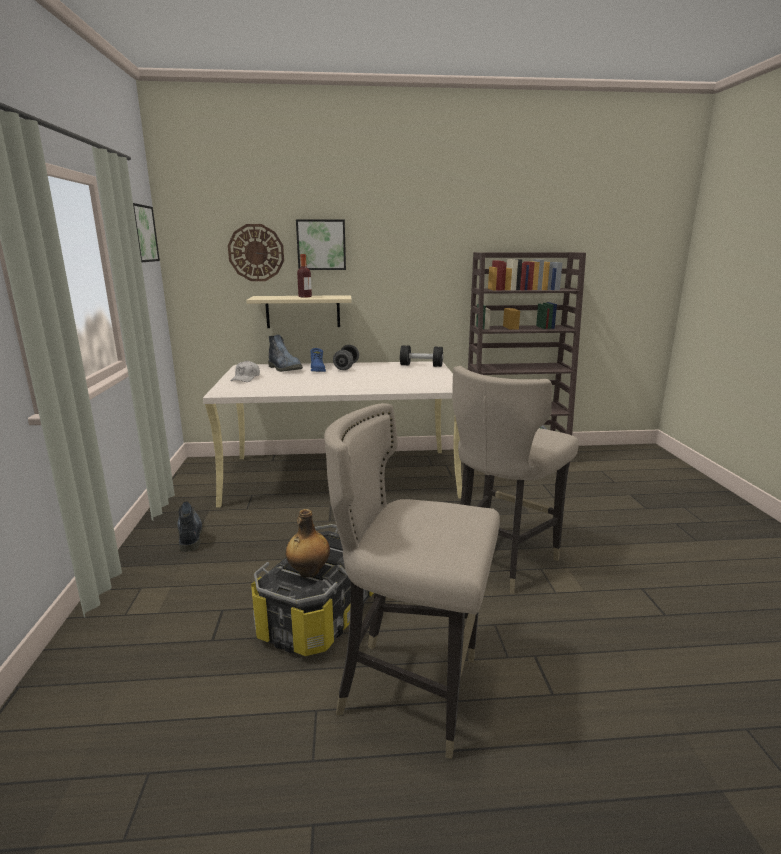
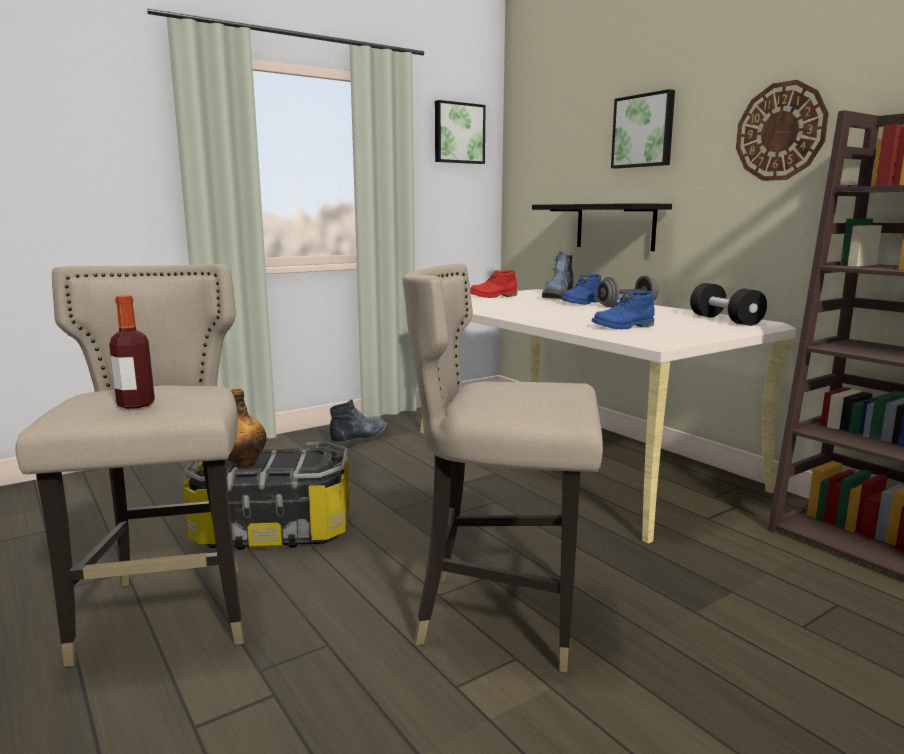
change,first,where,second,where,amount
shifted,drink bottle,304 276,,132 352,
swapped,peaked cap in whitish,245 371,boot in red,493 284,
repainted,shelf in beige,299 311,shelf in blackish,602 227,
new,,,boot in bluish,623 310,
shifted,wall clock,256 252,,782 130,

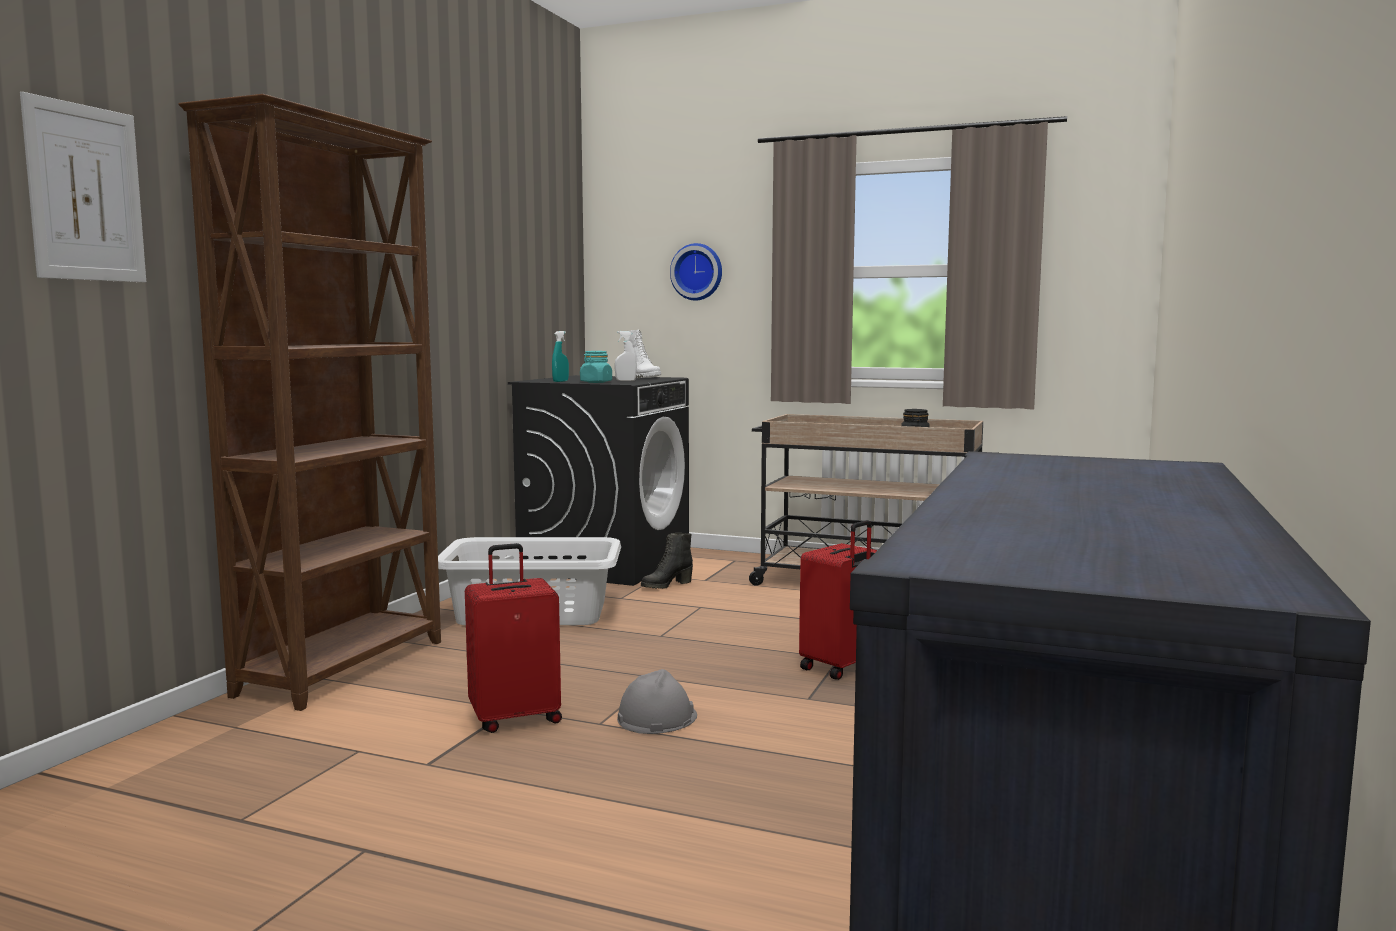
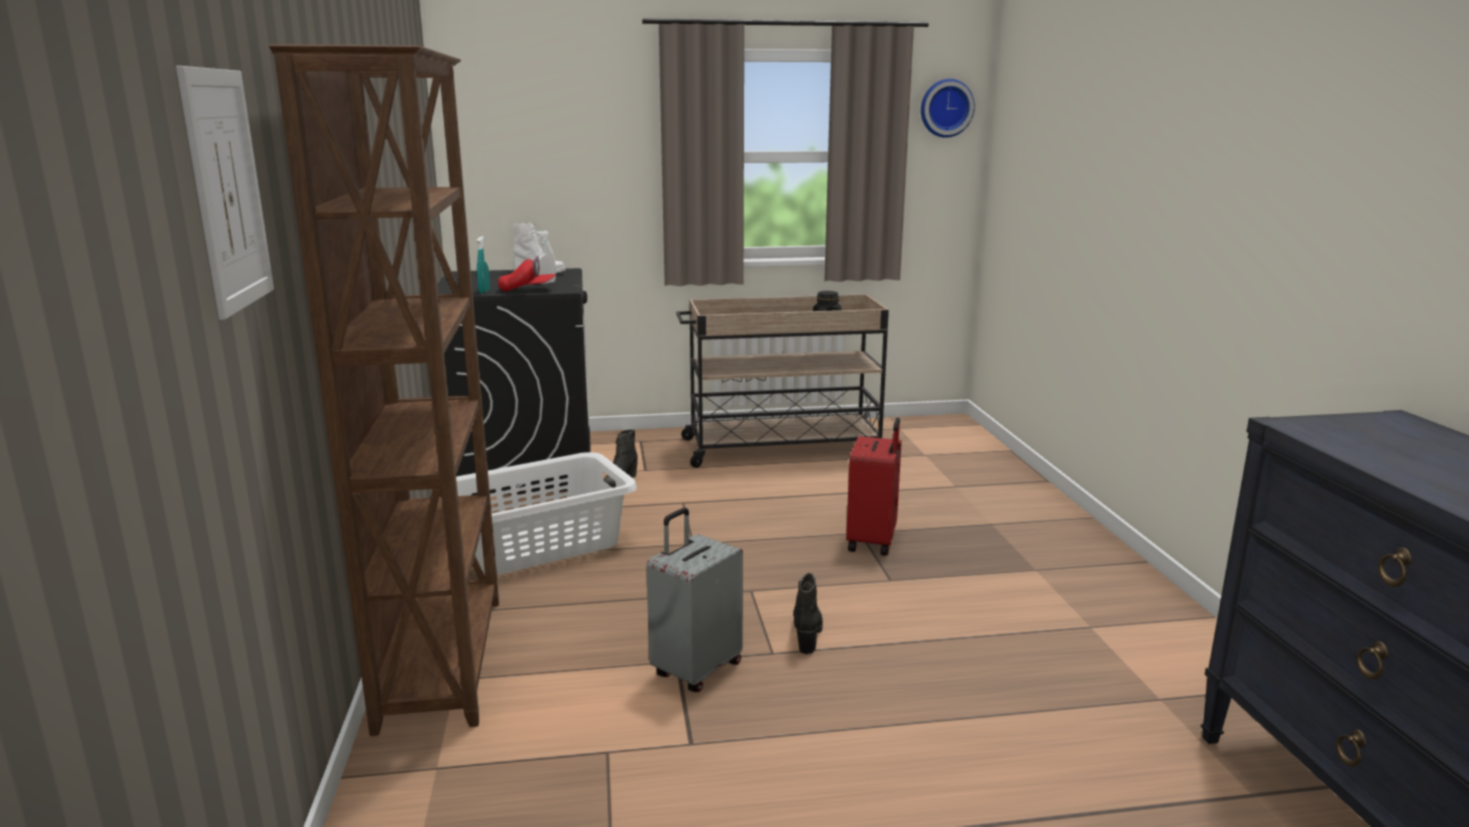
change,first,where,second,where,amount
swapped,jar in turquoise,596 367,peaked cap in red,527 274,
repainted,piece of luggage in red,513 638,piece of luggage in grey,694 600,
swapped,safety helmet in grey,657 701,boot in blackish,808 613,
shifted,wall clock,696 272,,948 108,

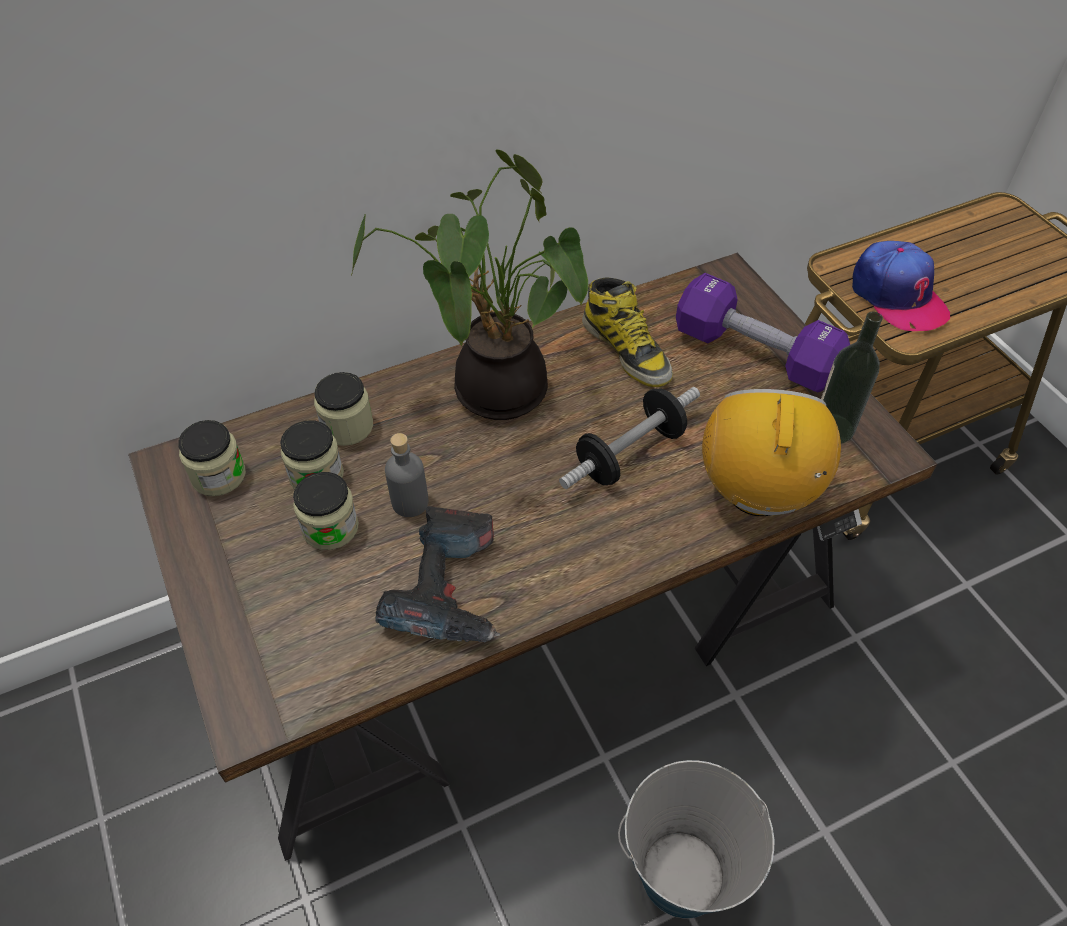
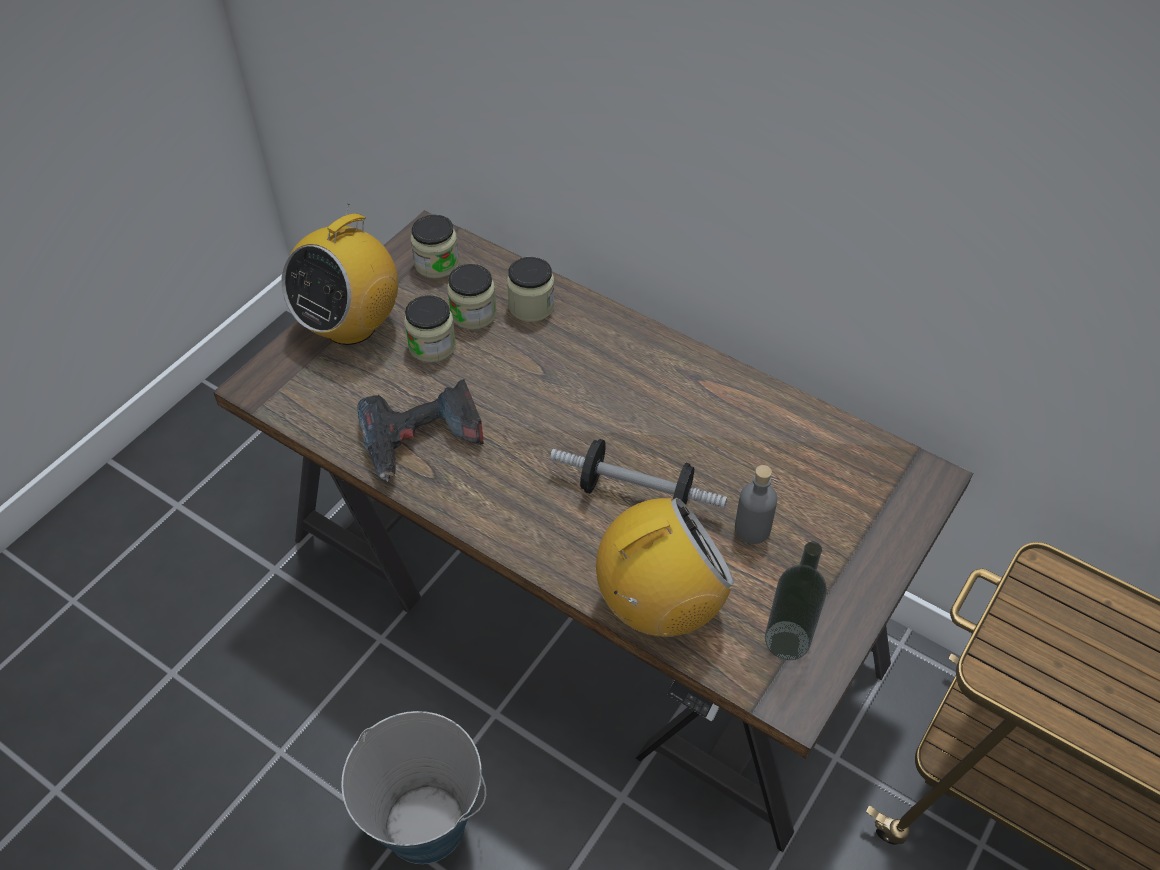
change,first,where,second,where,amount
new,,,radio receiver,339 274,
shifted,drink bottle in grey,407 475,,756 504,
gone,houseplant,469 284,,,
gone,boot,627 332,,,
gone,free weight in purple,763 332,,,
gone,peaked cap,901 286,,,

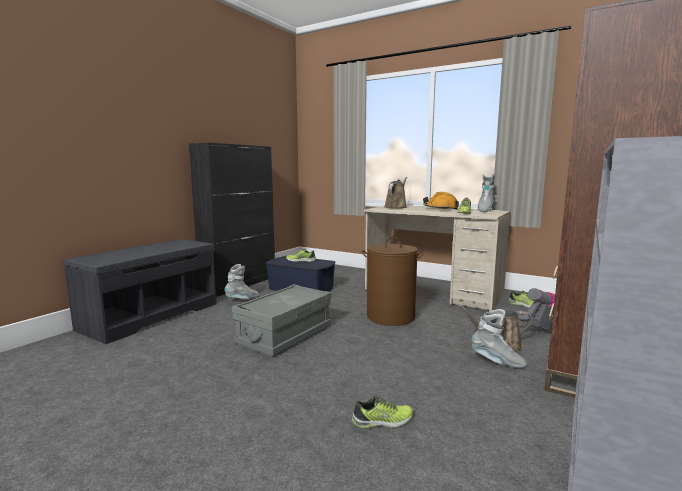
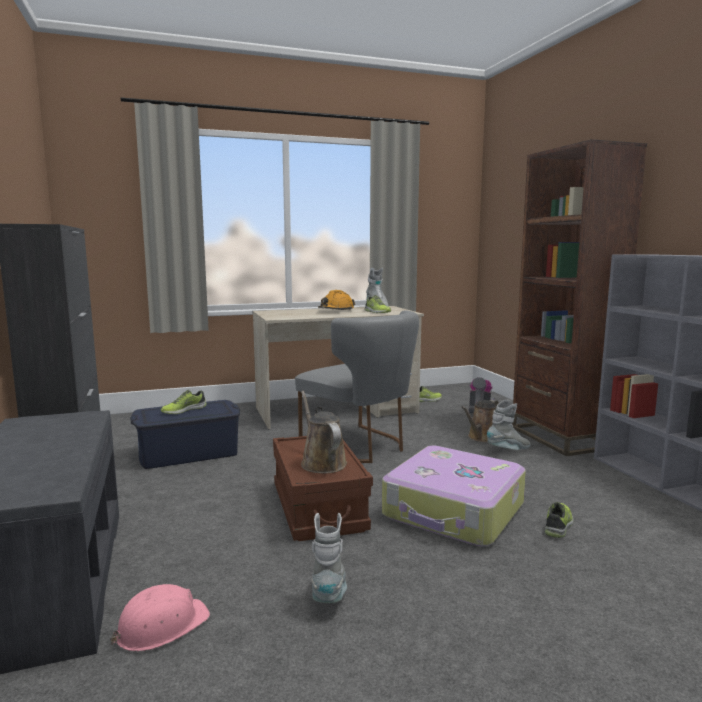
change,first,where,second,where,amount
new,,,safety helmet in pinkish,159 617,
repainted,storage box in grey,282 320,storage box in brownish,323 488,
swapped,washing basket in brownish,392 281,chair in grey,357 386,
shifted,watering can in brownish,395 192,,324 432,
shifted,boot in grey,241 281,,329 558,
new,,,piece of luggage,454 496,

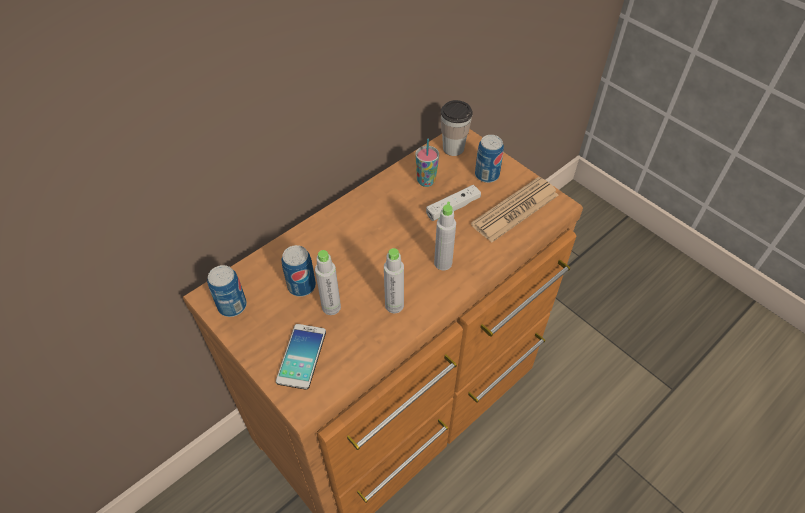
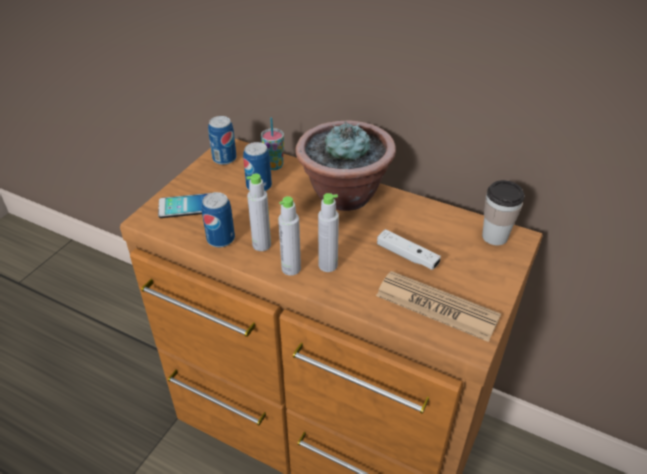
change,first,where,second,where,amount
shifted,sealed can,489 159,,218 219,
shifted,small cup,427 162,,272 143,
shifted,drink bottle in grey,328 282,,289 236,
new,,,houseplant,346 165,

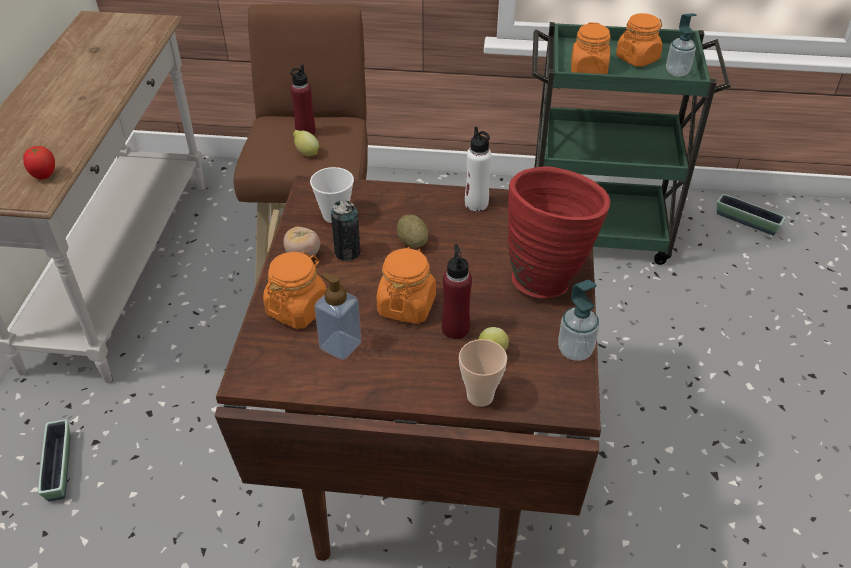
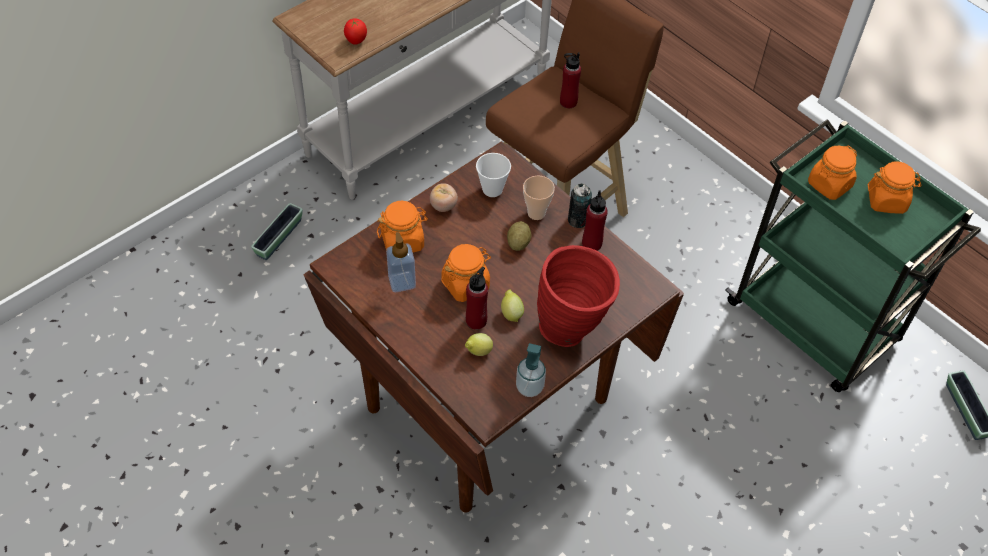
change,first,where,second,where,amount
shifted,whole lemon,306 143,,512 305,
shifted,small cup,483 373,,539 198,
shifted,sealed can,346 231,,580 206,
repainted,drink bottle in whitish,478 168,drink bottle in red,595 220,
gone,liquid soap bottle,681 44,,,

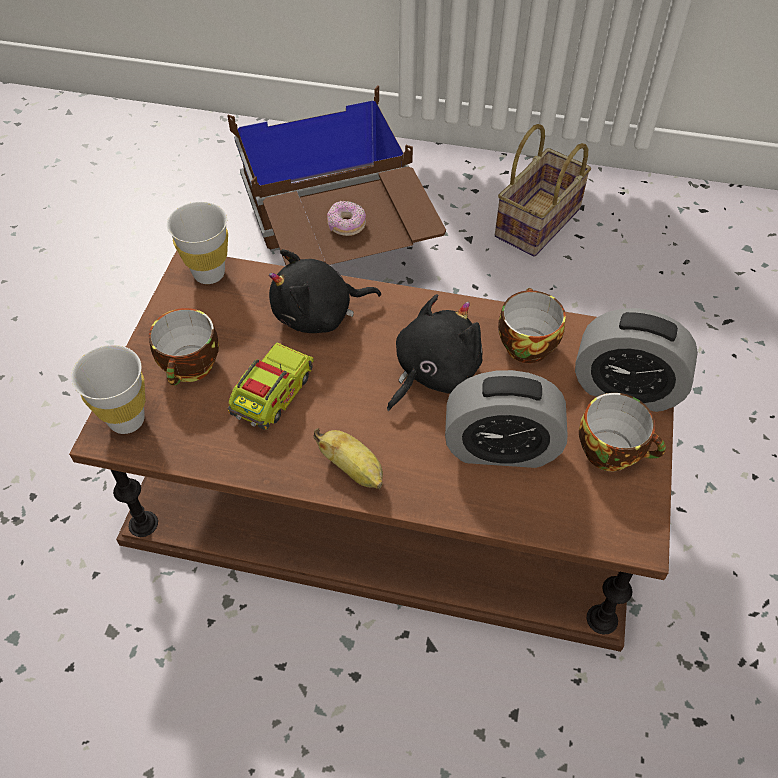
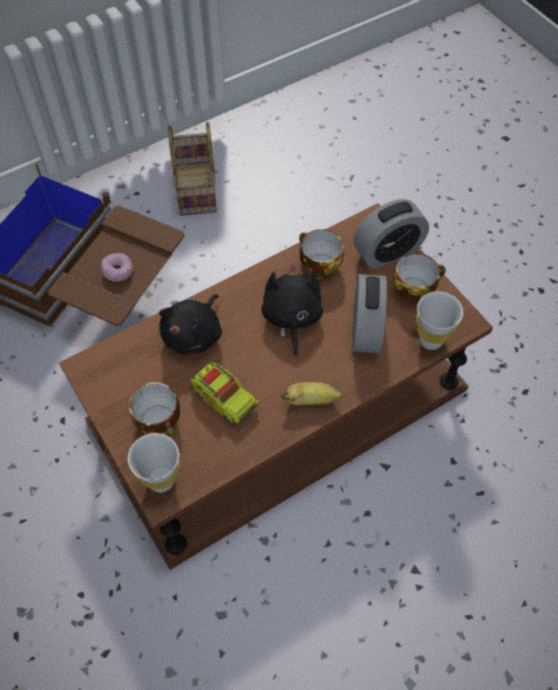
change,first,where,second,where,amount
rotated,toy lorry,271 386,,224 394,150 degrees clockwise
rotated,alarm clock,506 419,,369 313,45 degrees counterclockwise
shifted,small cup in whitish,197 243,,439 320,

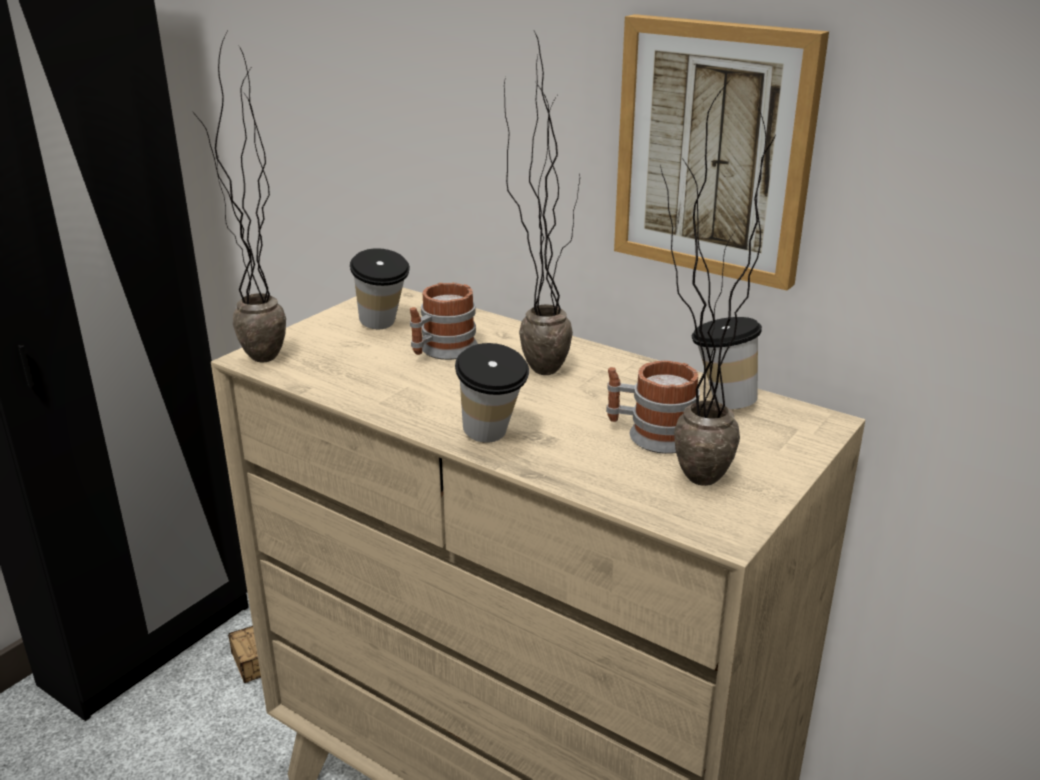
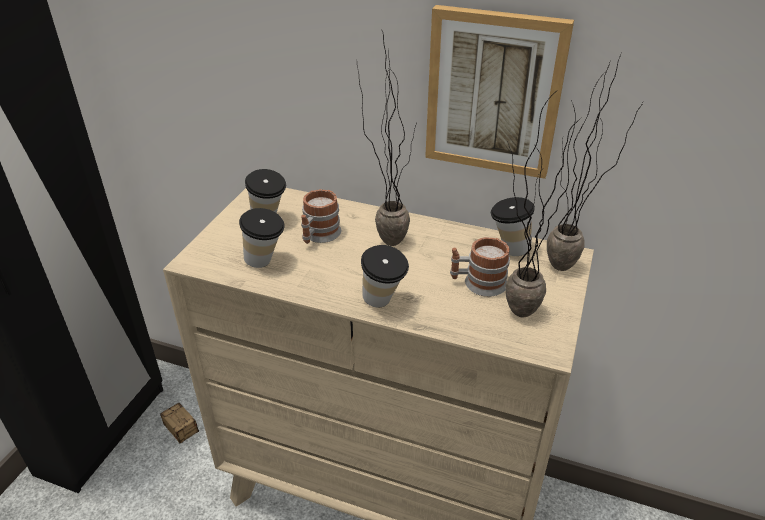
change,first,where,second,where,amount
new,,,small cup,262 238,
shifted,houseplant,239 197,,595 163,

